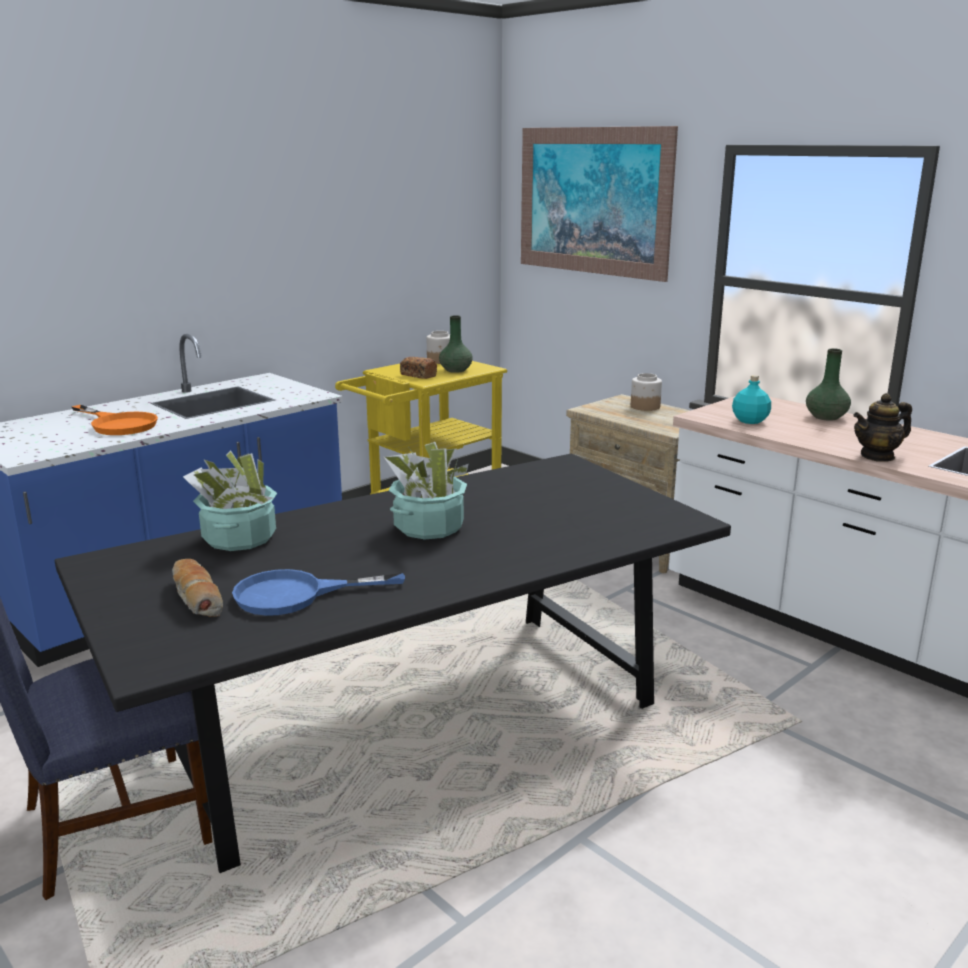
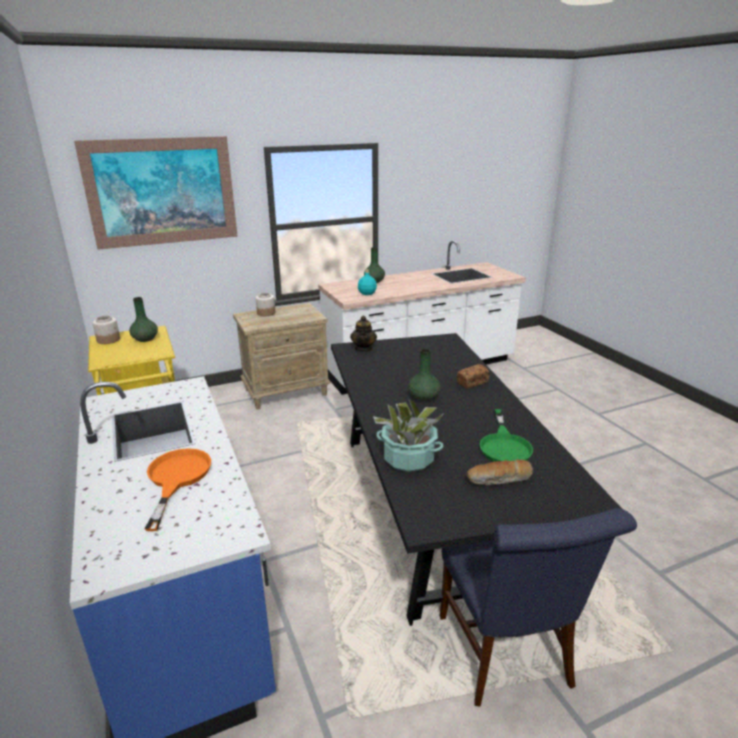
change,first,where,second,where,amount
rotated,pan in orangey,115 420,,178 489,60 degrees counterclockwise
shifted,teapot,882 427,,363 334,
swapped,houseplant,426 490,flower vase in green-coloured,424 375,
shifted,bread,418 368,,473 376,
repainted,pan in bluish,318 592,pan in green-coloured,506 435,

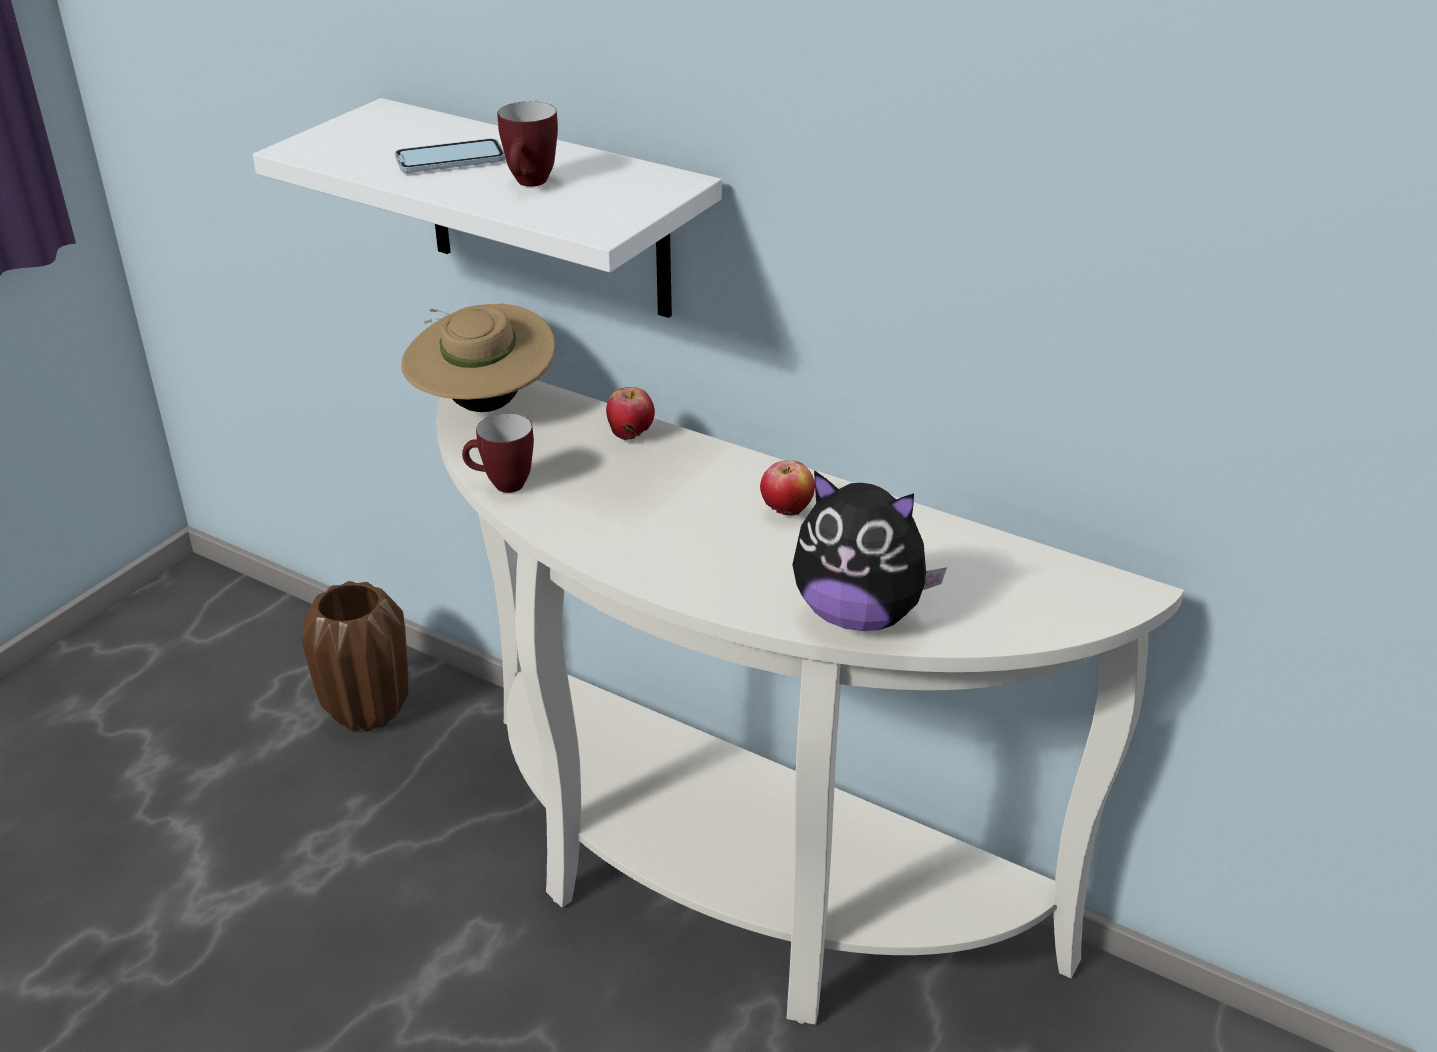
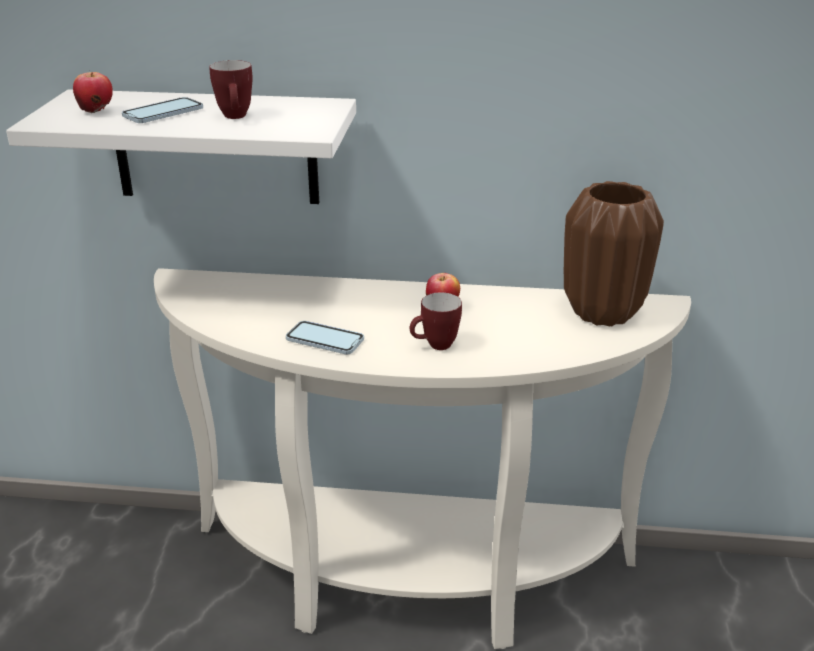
change,first,where,second,where,amount
shifted,whole apple,630 413,,93 92,
new,,,phone,325 337,
shifted,coffee mug,498 453,,436 321,
shifted,flower vase in brownish,355 656,,614 253,
gone,hat in beige,478 358,,,
gone,cuddly toy,869 550,,,

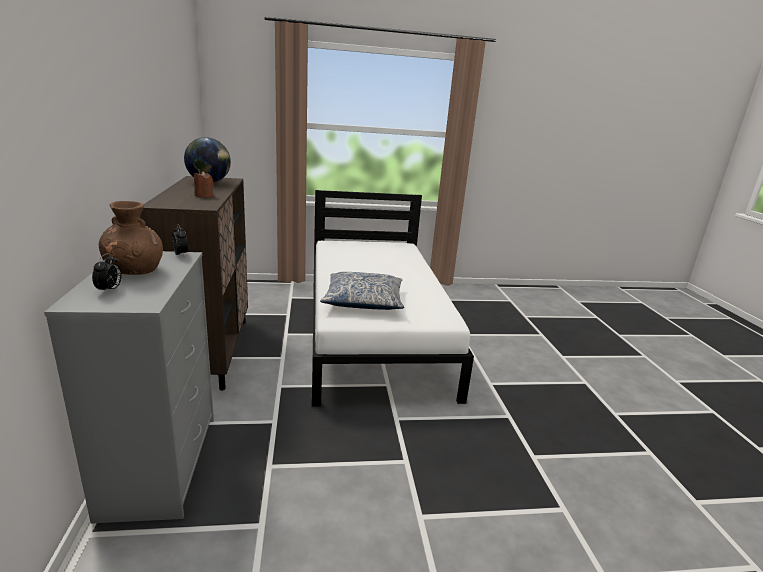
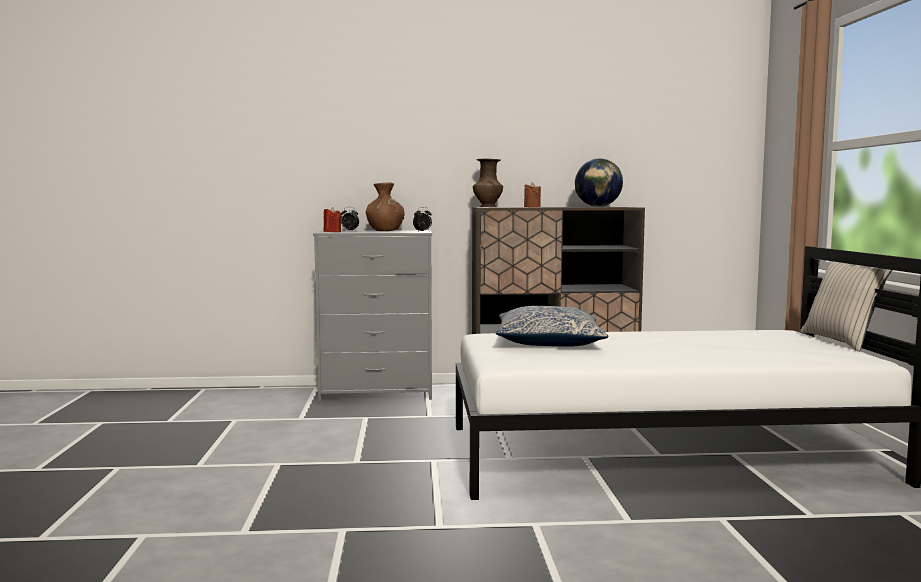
change,first,where,second,where,amount
new,,,candle in red,333 219,
new,,,flower vase in brownish,488 183,
new,,,cushion in beige,846 306,

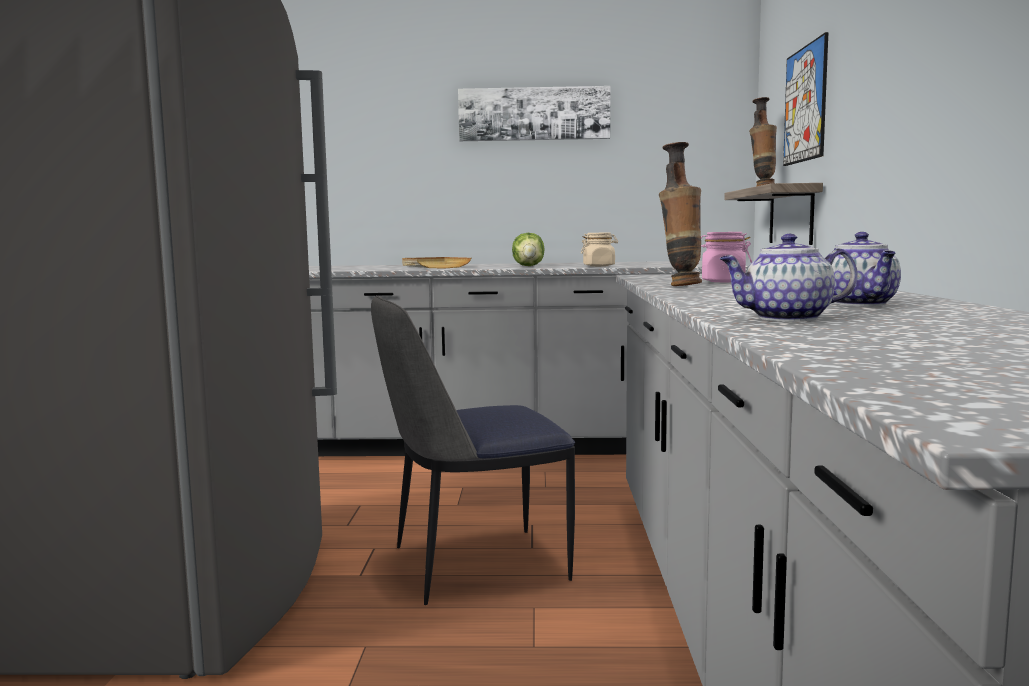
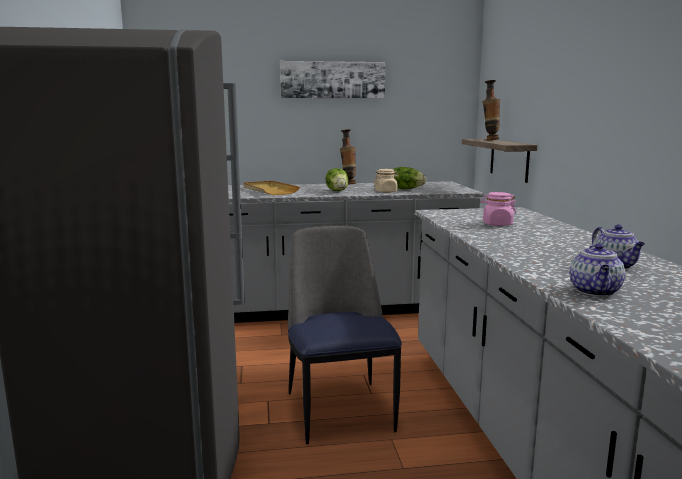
change,first,where,second,where,amount
rotated,chair,473 450,,345 334,105 degrees clockwise
shifted,flower vase,680 214,,348 157,
new,,,lettuce head,410 178,
rotated,teapot,789 277,,597 269,60 degrees counterclockwise
gone,picture,805 99,,,

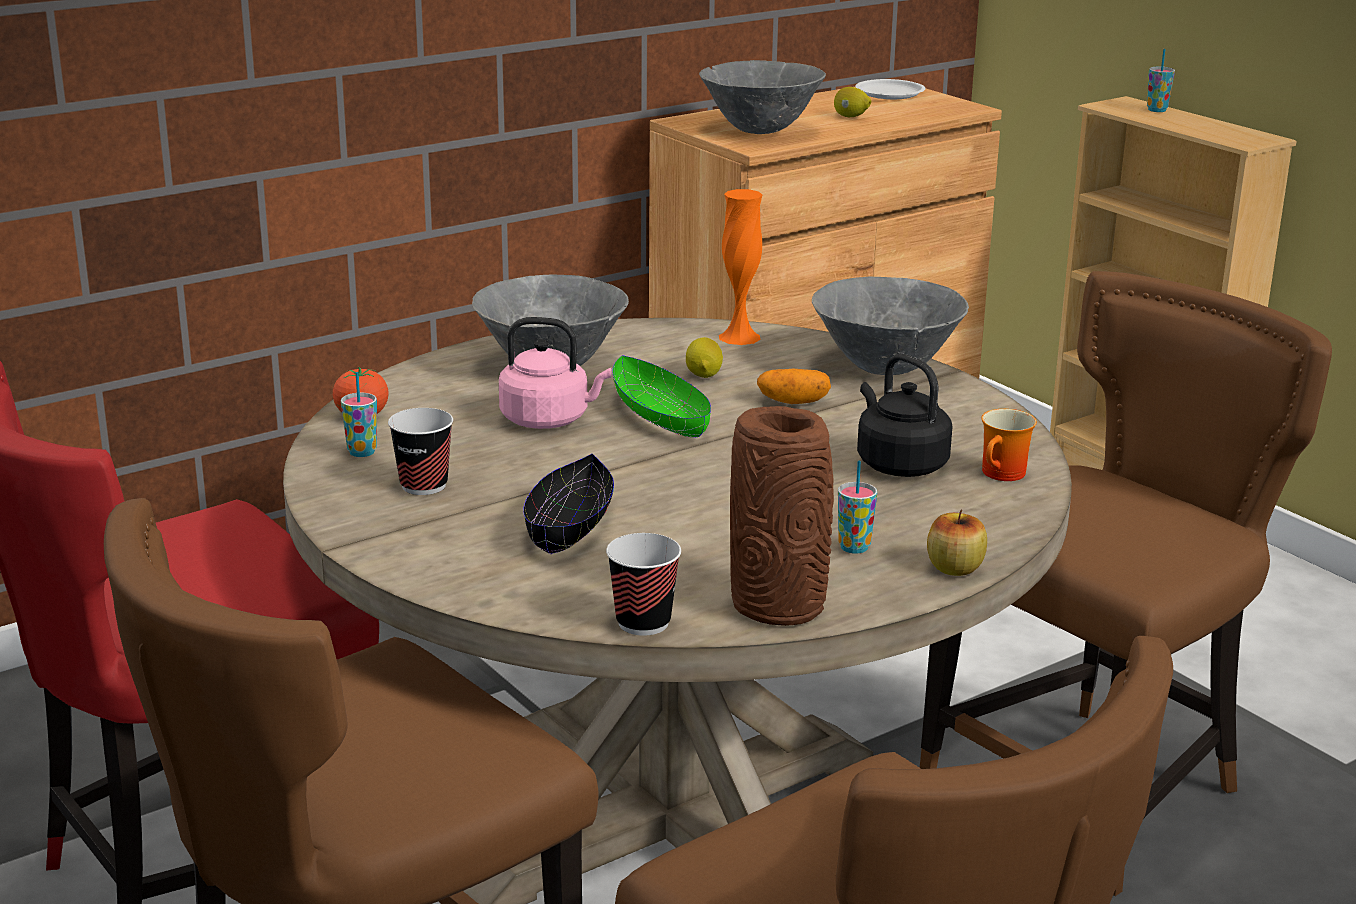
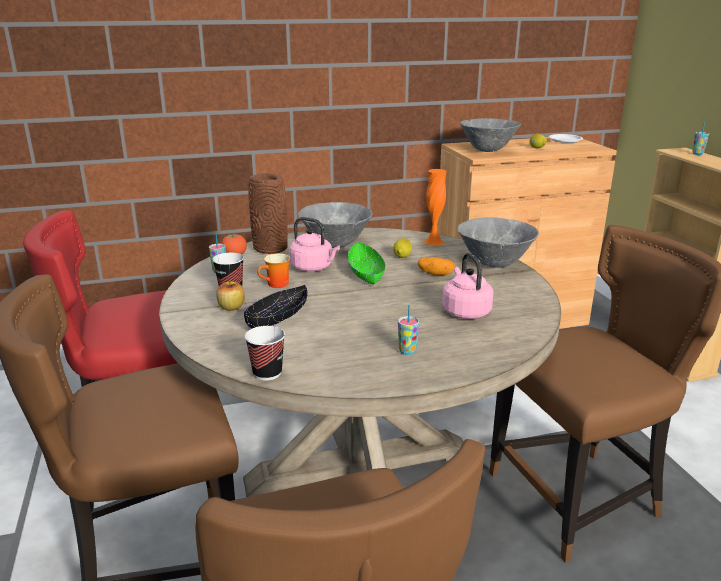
change,first,where,second,where,amount
shifted,whole apple,957 543,,230 295,
shifted,flower vase in brownish,782 516,,268 214,
shifted,coffee mug,1009 445,,273 270,
repainted,kettle in blackish,905 415,kettle in pinkish,467 286,

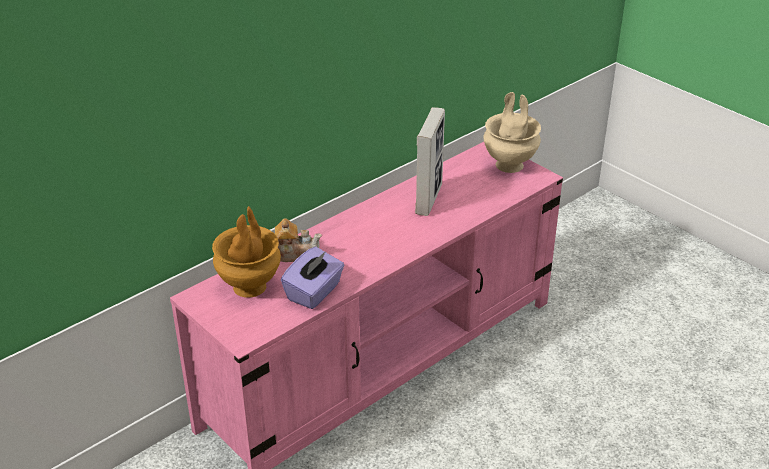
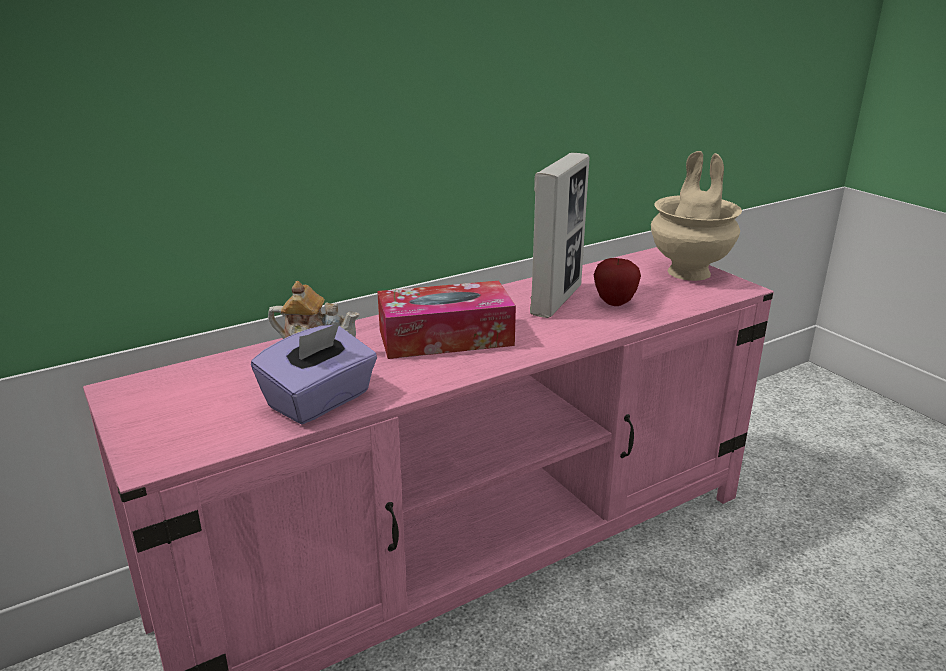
change,first,where,second,where,amount
new,,,box of tissues,446 320,
new,,,whole apple,617 282,
gone,flower vase in brownish,246 252,,,

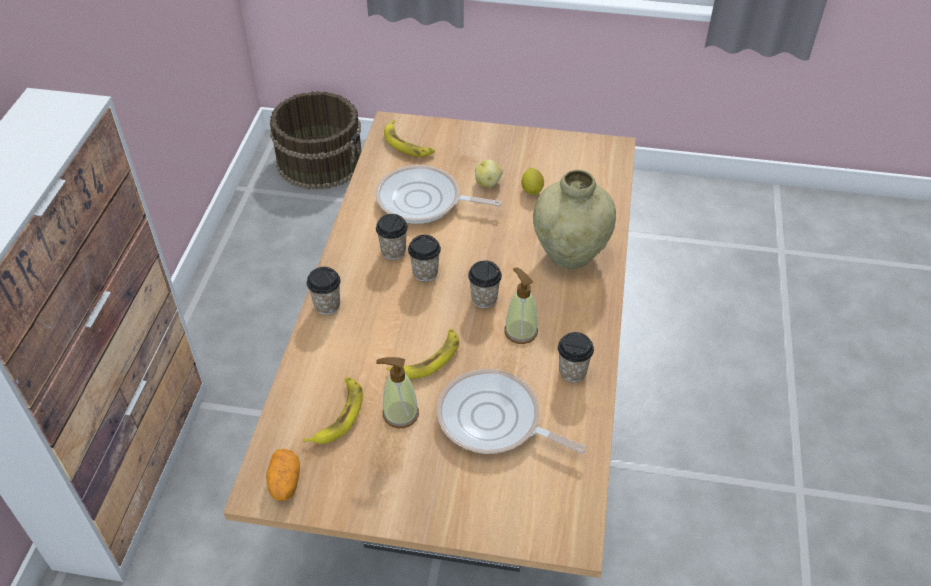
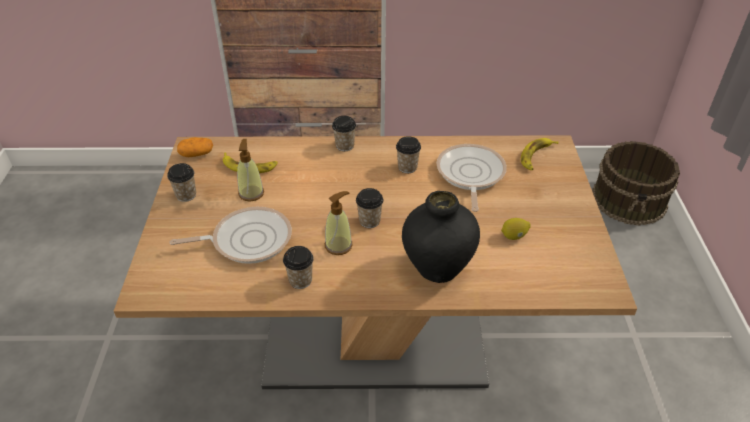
change,first,where,second,where,amount
shifted,small cup,424 258,,181 182,
rotated,pan,511 411,,230 235,60 degrees clockwise
repainted,flower vase in beige,574 219,flower vase in blackish,441 237,
gone,banana fruit,423 353,,,
gone,potato,489 174,,,

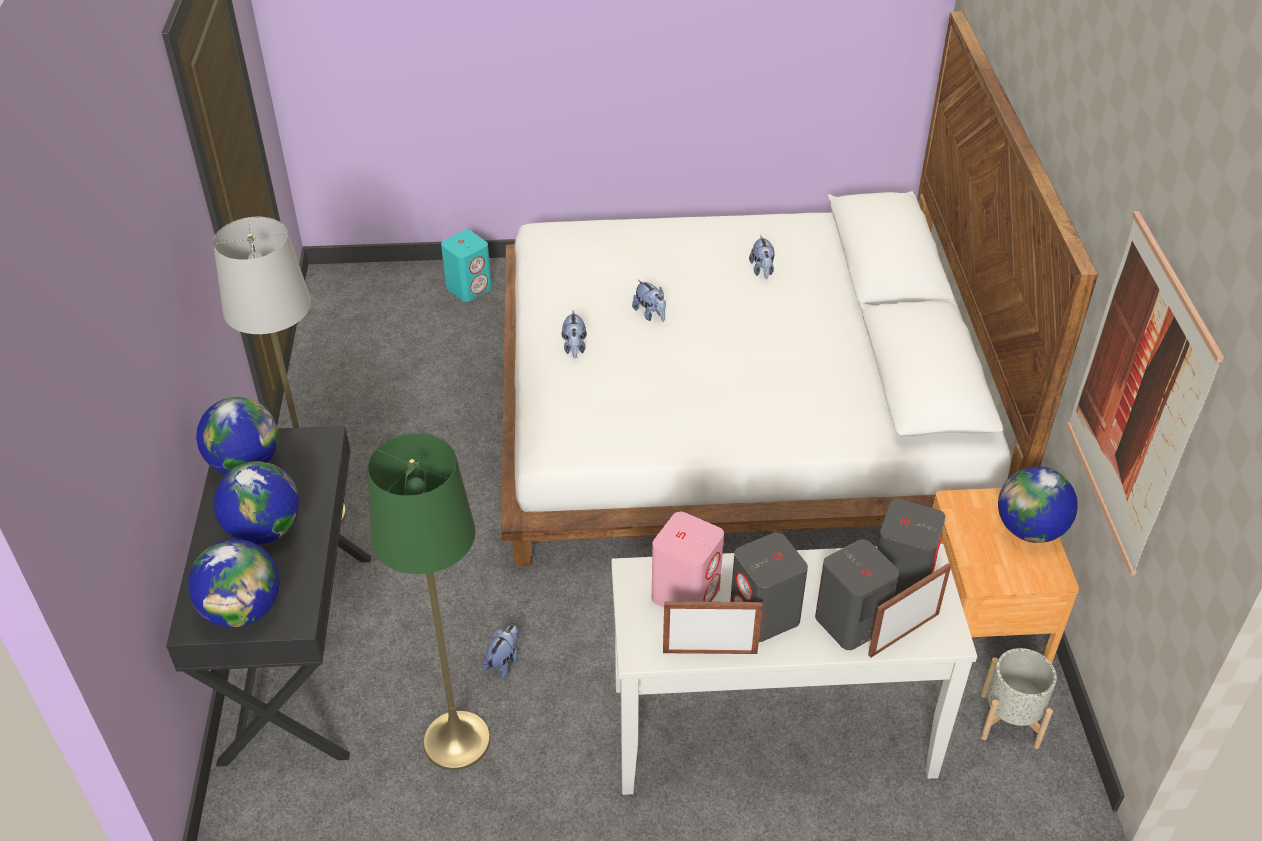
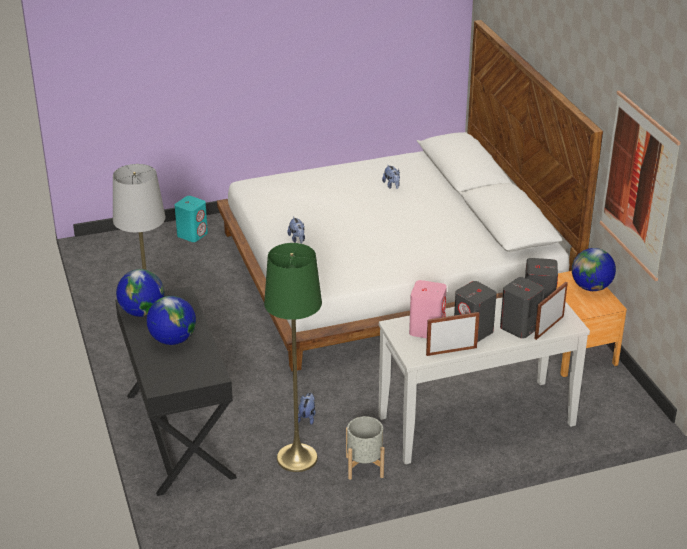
change,first,where,second,where,amount
shifted,planter in grey,1019 698,,365 448,
gone,globe,234 583,,,
gone,cuddly toy,649 301,,,

